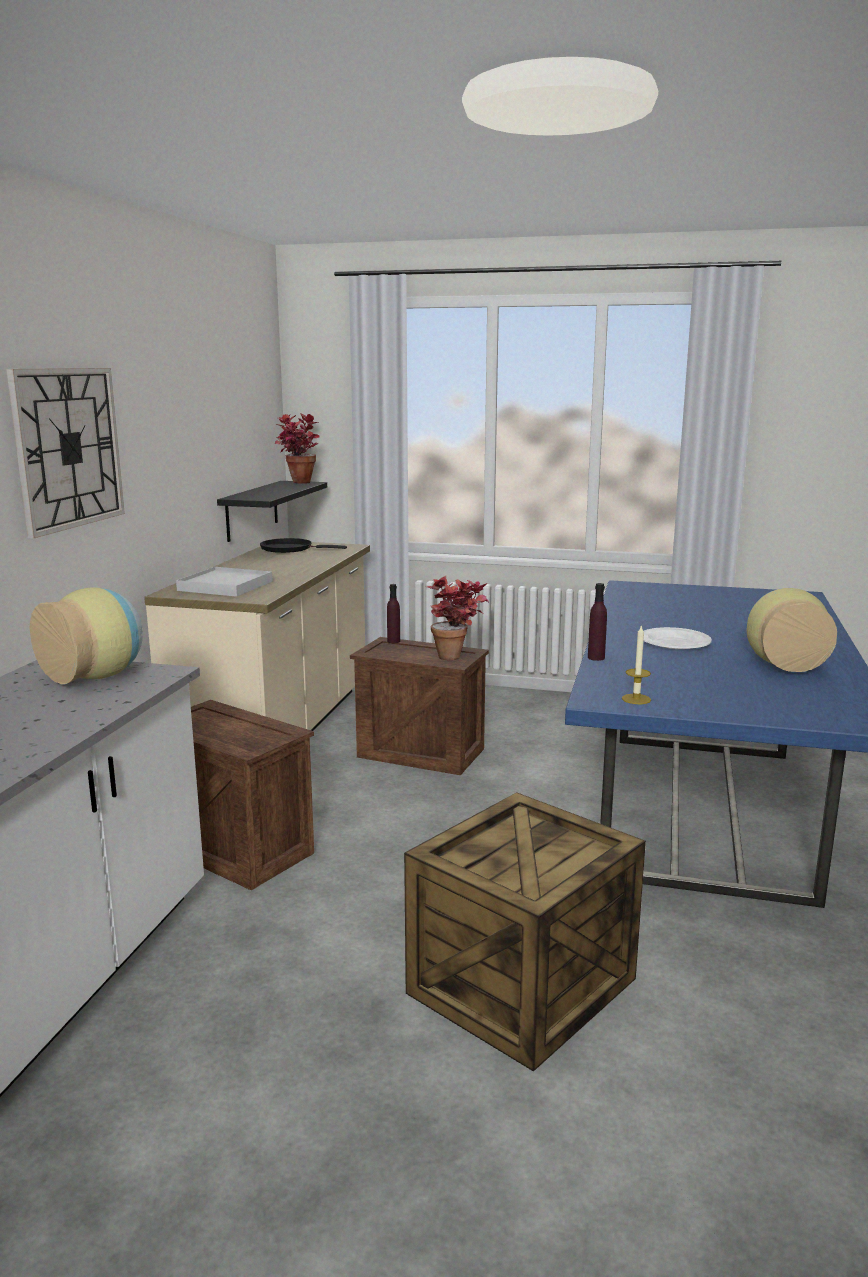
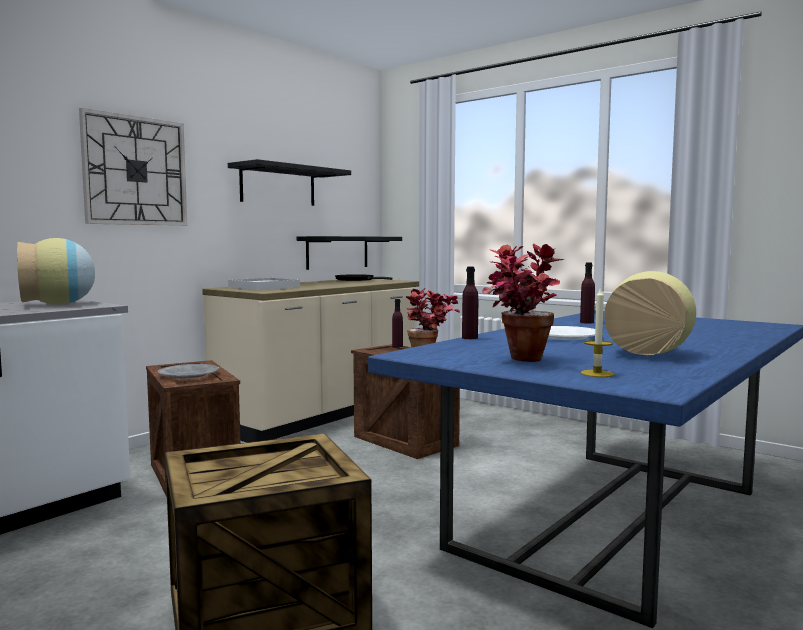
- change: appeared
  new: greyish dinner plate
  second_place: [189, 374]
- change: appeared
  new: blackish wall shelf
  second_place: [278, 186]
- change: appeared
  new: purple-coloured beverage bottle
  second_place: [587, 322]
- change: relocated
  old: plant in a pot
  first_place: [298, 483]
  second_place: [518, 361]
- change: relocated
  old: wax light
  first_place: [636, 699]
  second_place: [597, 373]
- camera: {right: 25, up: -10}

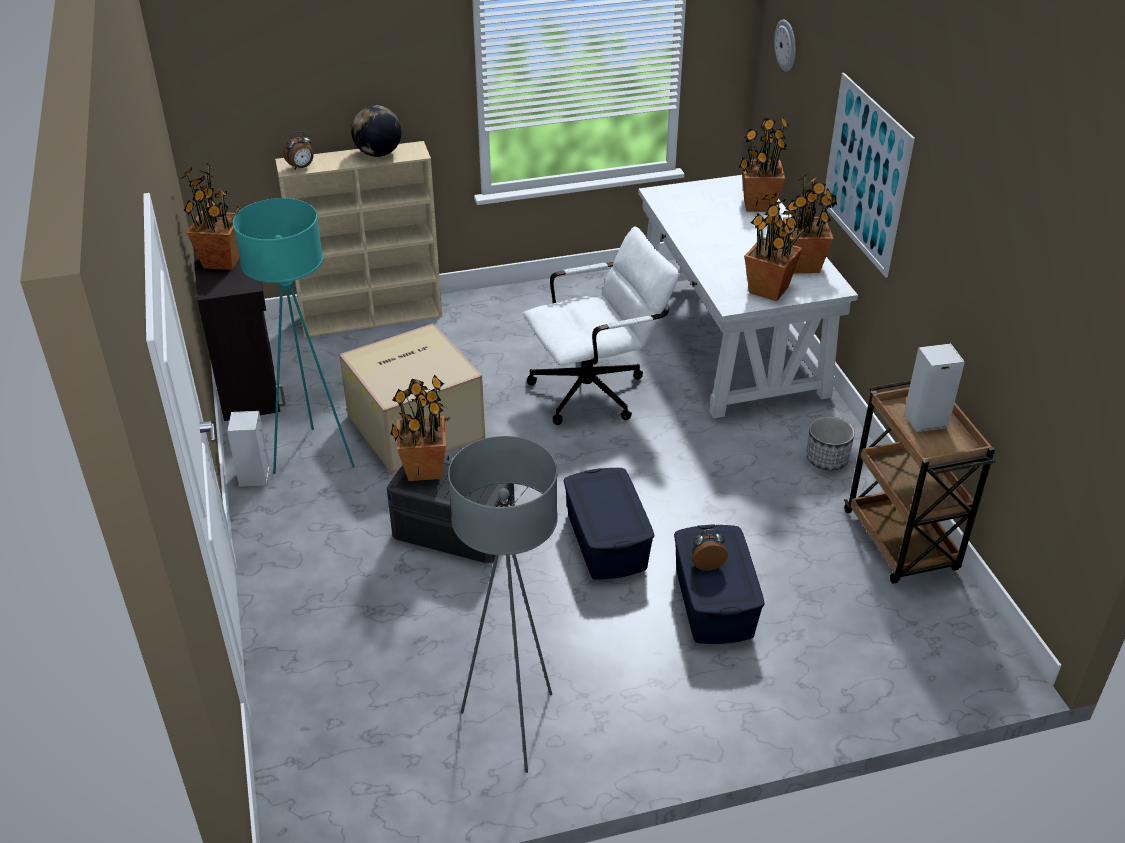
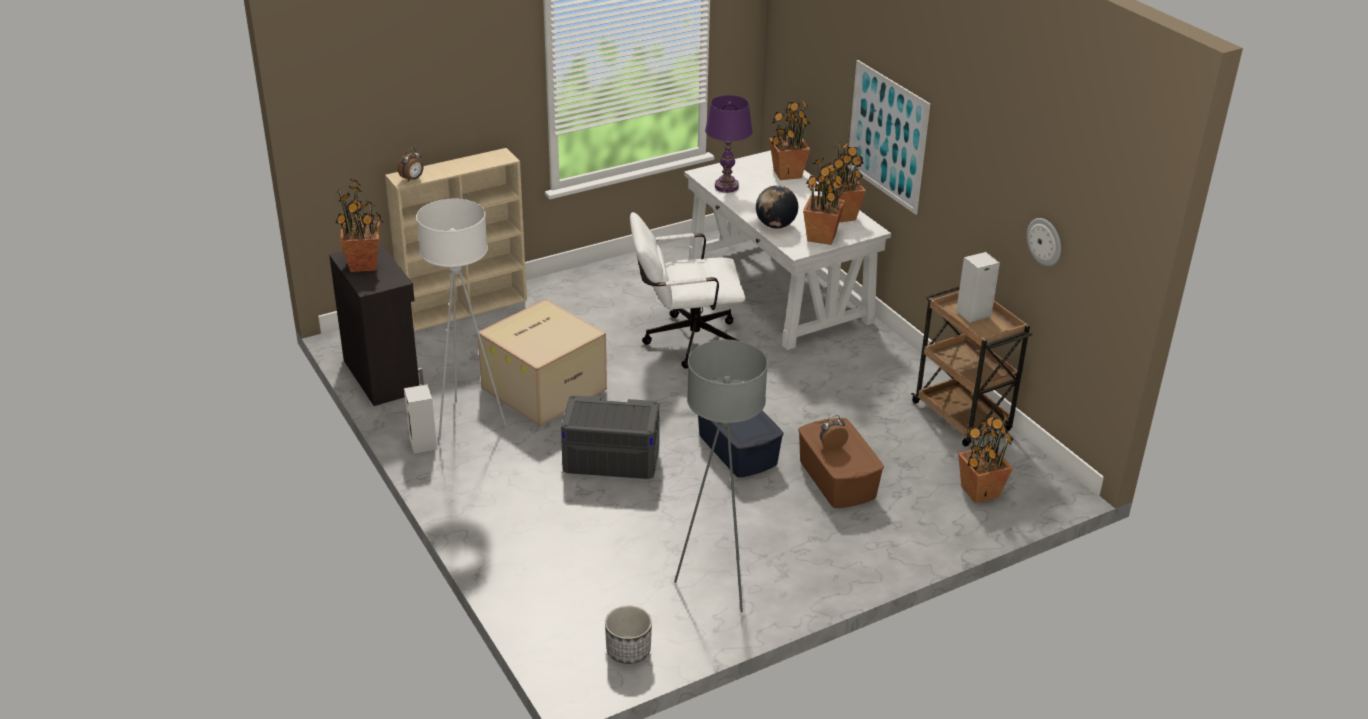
- change: appeared
  new: purple-coloured lamp for a table
  second_place: [726, 187]
- change: relocated
  old: world globe
  first_place: [378, 154]
  second_place: [775, 225]
- change: relocated
  old: plant in a pot
  first_place: [424, 468]
  second_place: [979, 492]
- change: relocated
  old: hanging clock
  first_place: [786, 45]
  second_place: [1045, 241]
- change: relocated
  old: plant pot
  first_place: [827, 459]
  second_place: [628, 650]
- change: colour
  old: turquoise standard lamp
  new: white standard lamp
  first_place: [314, 456]
  second_place: [468, 422]
- change: colour
  old: blue storage bin
  new: brown storage bin
  first_place: [713, 602]
  second_place: [836, 479]
- change: spun
  old: white office chair
  first_place: [597, 390]
  second_place: [684, 341]
  degrees: -150
- camera: {right: -15, up: -5}

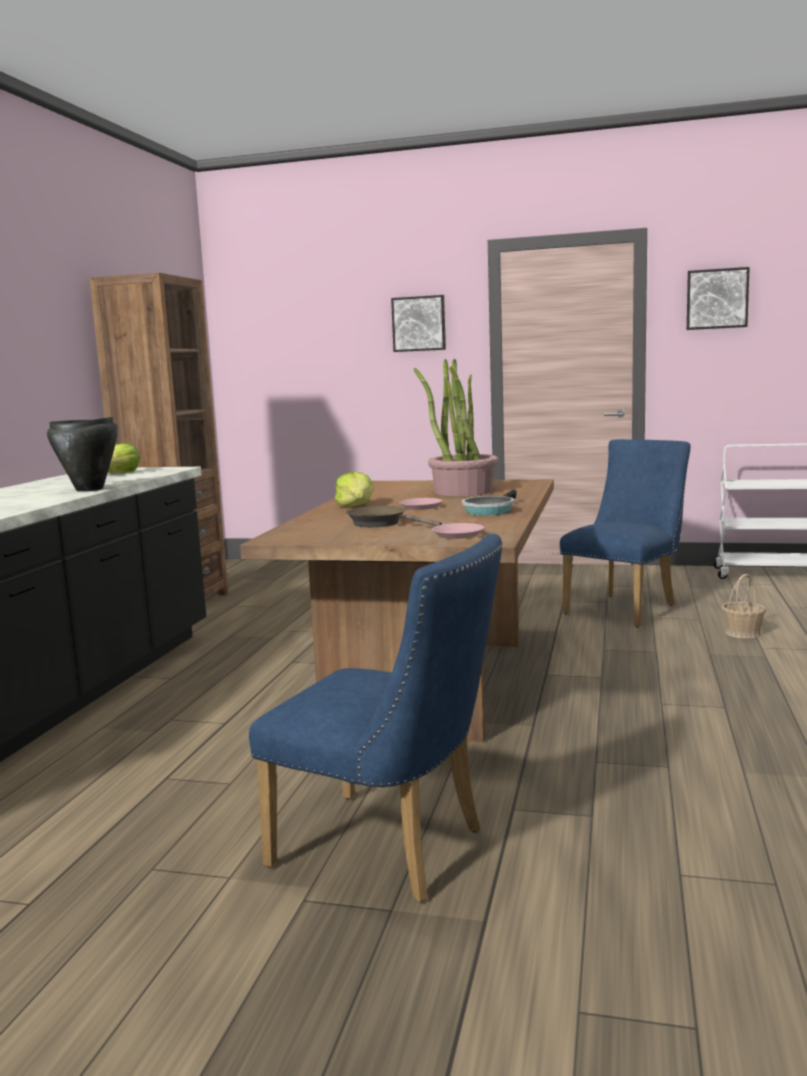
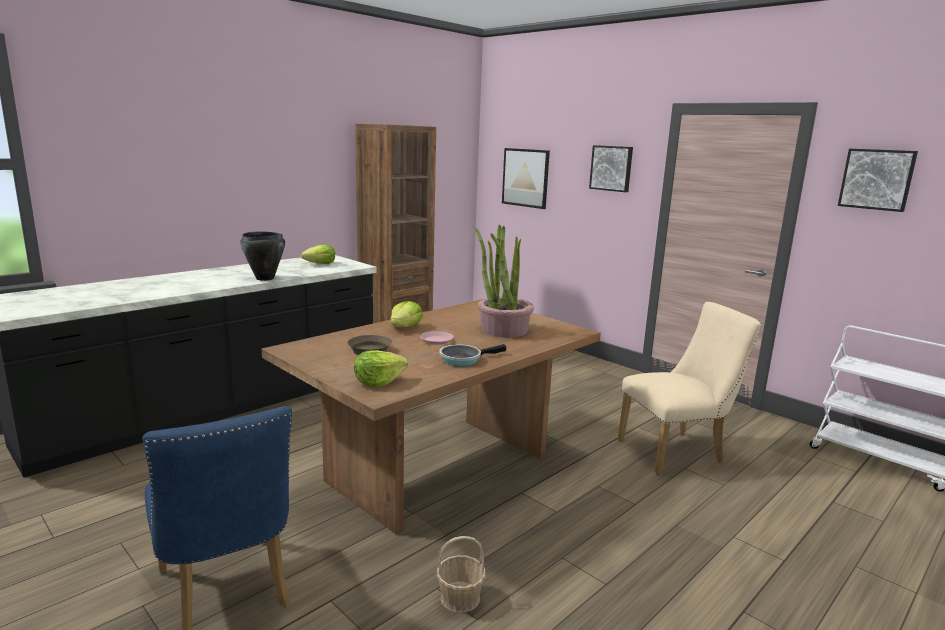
- change: appeared
  new: picture
  second_place: [525, 178]
- change: relocated
  old: basket
  first_place: [743, 633]
  second_place: [460, 598]
- change: exchanged
  old: pink dinner plate
  new: head of lettuce
  first_place: [458, 535]
  second_place: [378, 381]
- change: colour
  old: blue plain chair
  new: sand-coloured plain chair
  first_place: [626, 608]
  second_place: [677, 451]
- camera: {right: 30, up: 5}

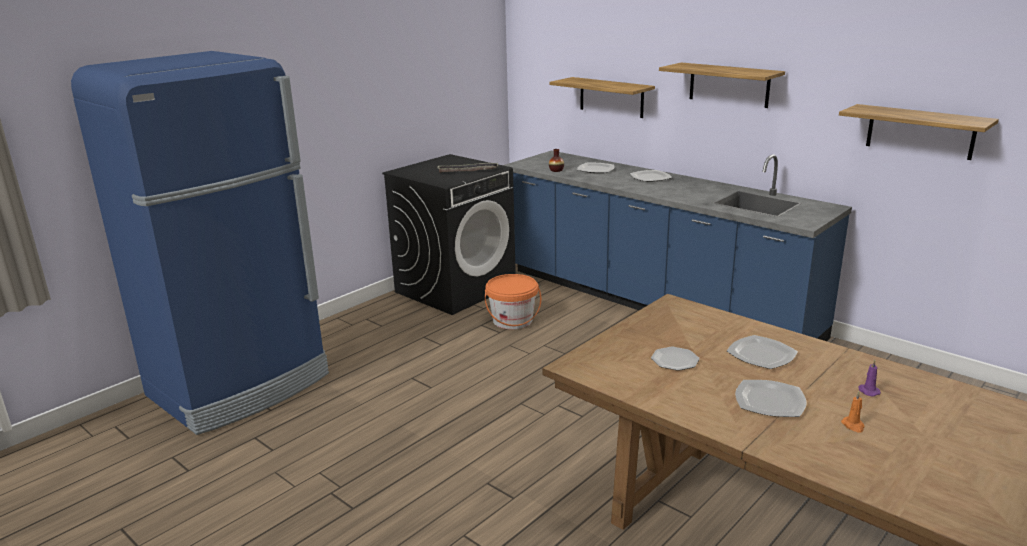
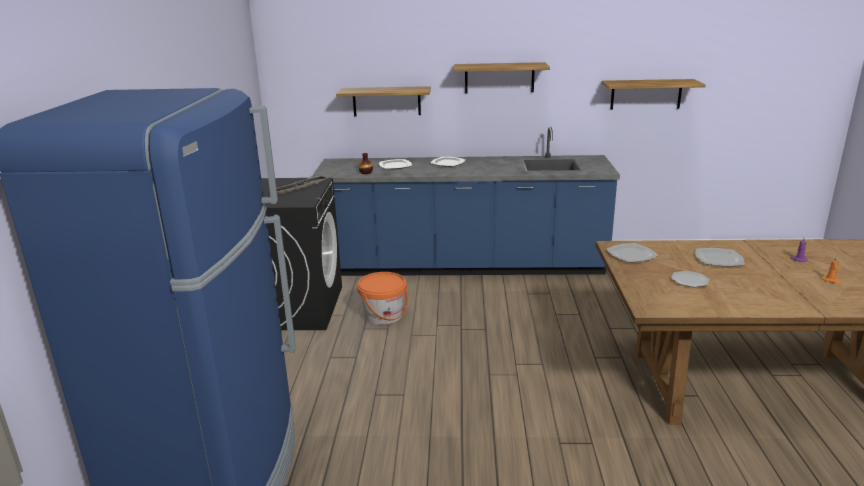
- change: relocated
  old: dinner plate
  first_place: [770, 401]
  second_place: [632, 255]
- camera: {right: -40, up: 0}

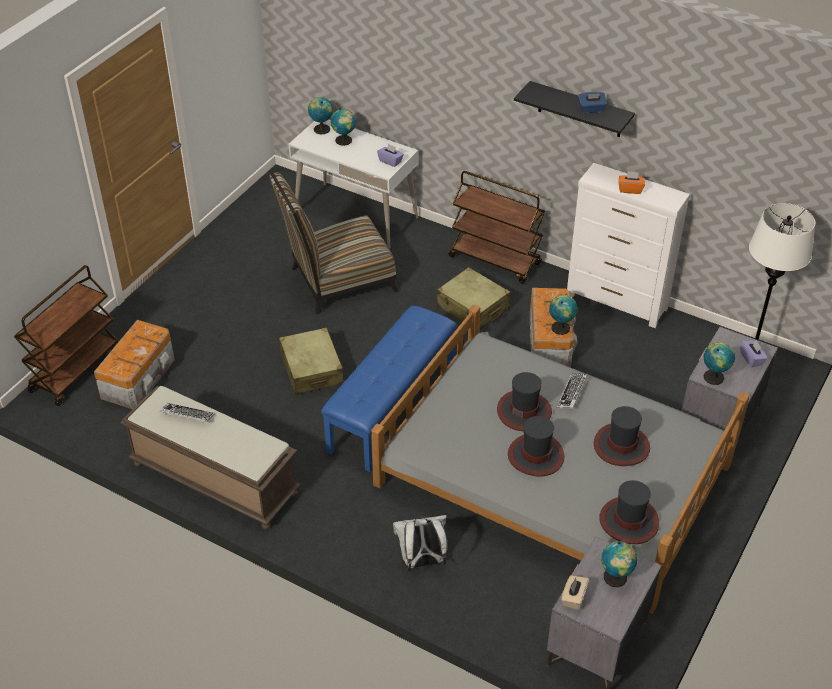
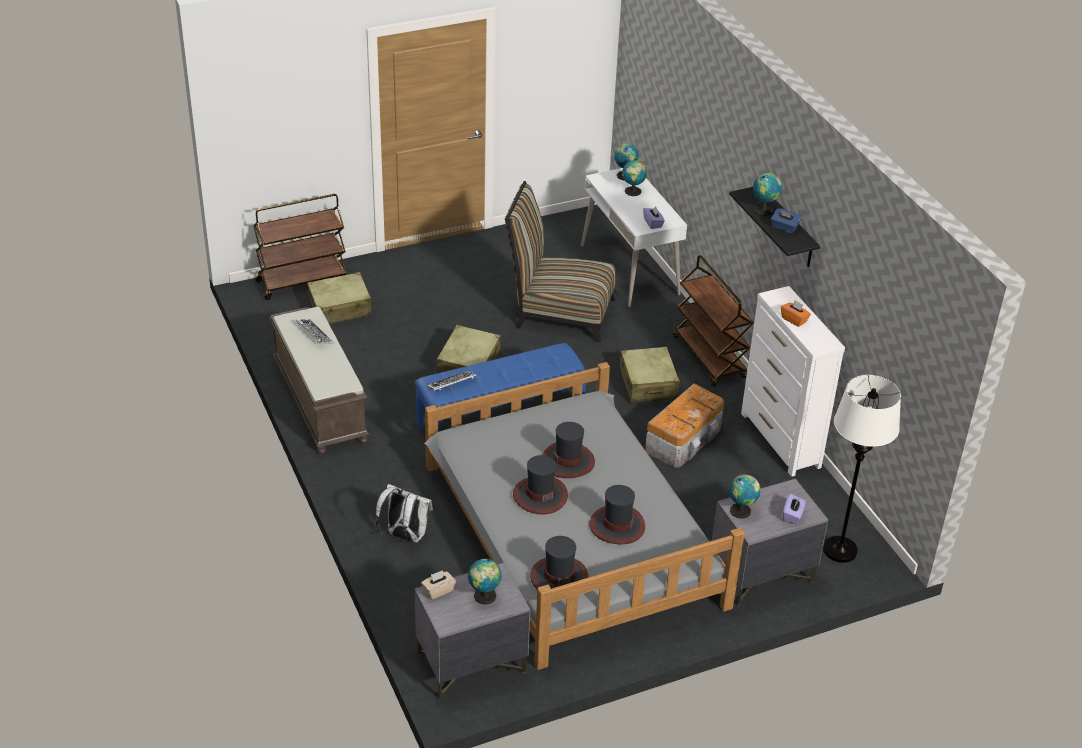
- change: relocated
  old: world globe
  first_place: [561, 327]
  second_place: [764, 209]
- change: relocated
  old: computer keyboard
  first_place: [572, 393]
  second_place: [451, 383]
- change: exchanged
  old: storage bin
  new: sand-coloured piece of luggage
  first_place: [140, 377]
  second_place: [340, 308]
- camera: {right: 35, up: -5}

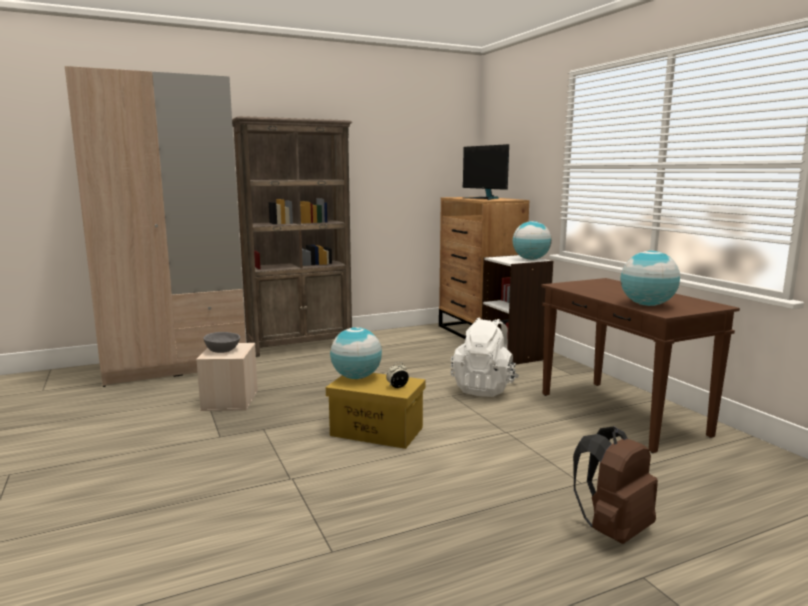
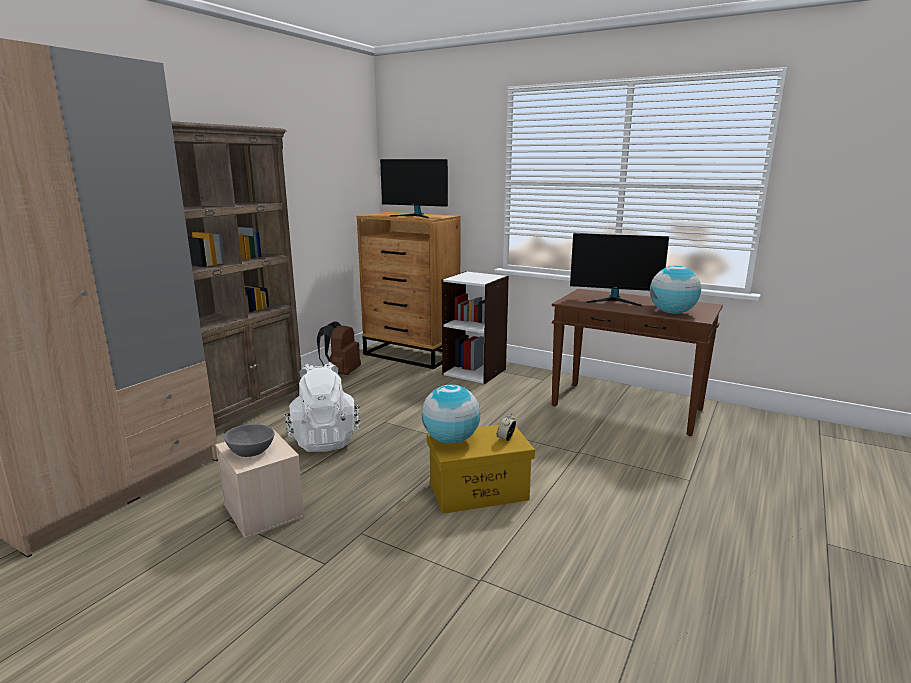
- change: missing
  old: world globe
  first_place: [530, 259]
- change: appeared
  new: computer display
  second_place: [614, 300]
- change: relocated
  old: white rucksack
  first_place: [484, 388]
  second_place: [324, 439]
- change: relocated
  old: brown rucksack
  first_place: [613, 530]
  second_place: [342, 373]
- camera: {right: -35, up: 5}

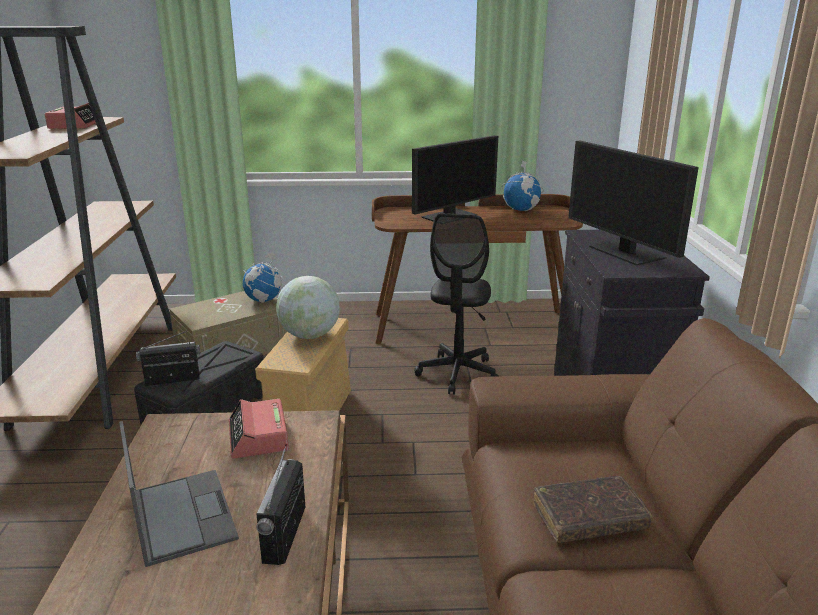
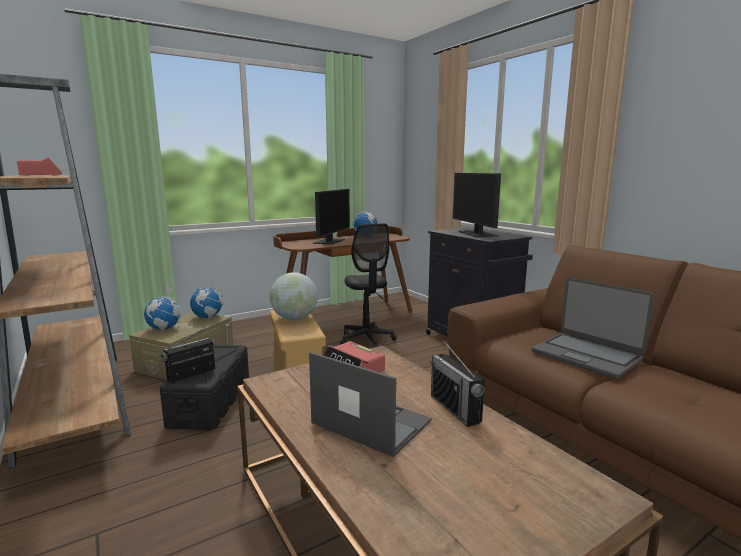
- change: appeared
  new: world globe
  second_place: [165, 328]
- change: exchanged
  old: brown volume
  new: laptop
  first_place: [589, 518]
  second_place: [586, 356]
- change: spun
  old: computer display
  first_place: [627, 252]
  second_place: [478, 234]
  degrees: 45
- camera: {right: -30, up: -10}

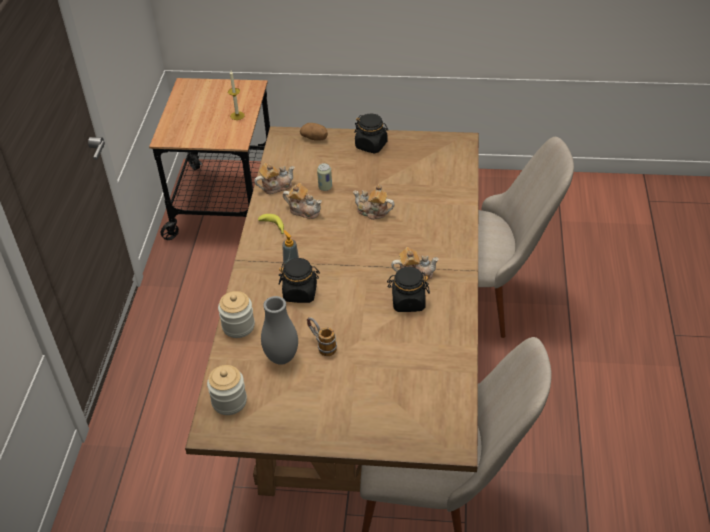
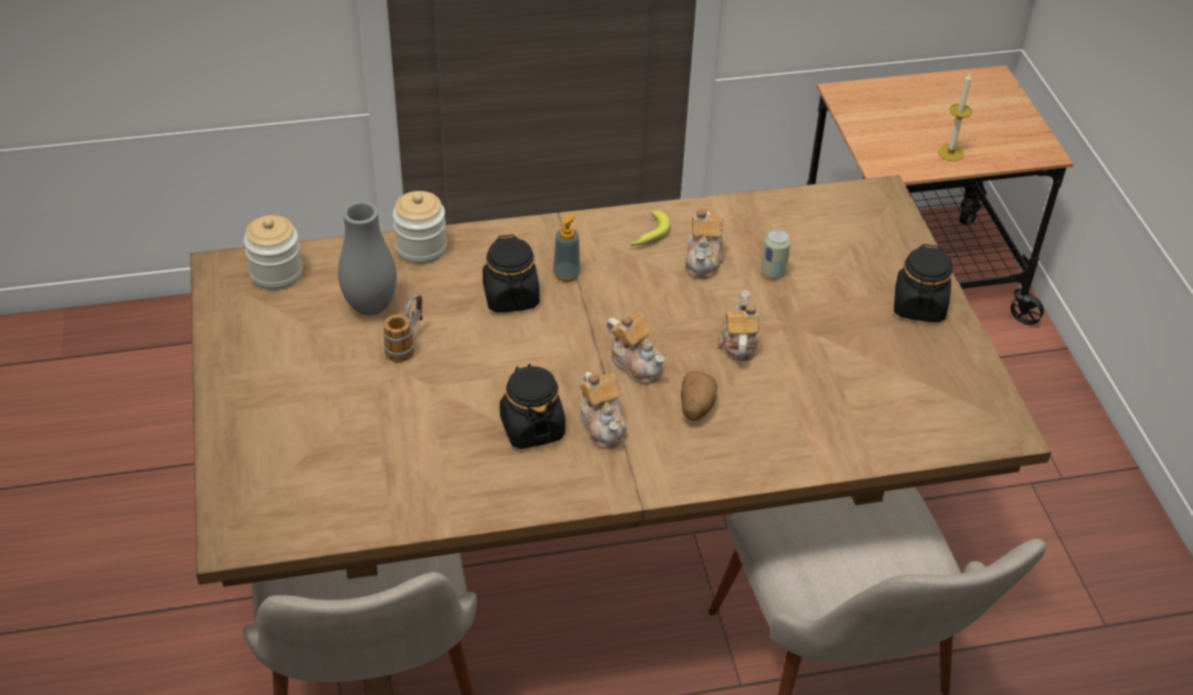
- change: relocated
  old: tea pot
  first_place: [275, 186]
  second_place: [636, 363]
- change: relocated
  old: potato
  first_place: [315, 138]
  second_place: [696, 407]
- camera: {right: 70, up: 0}

